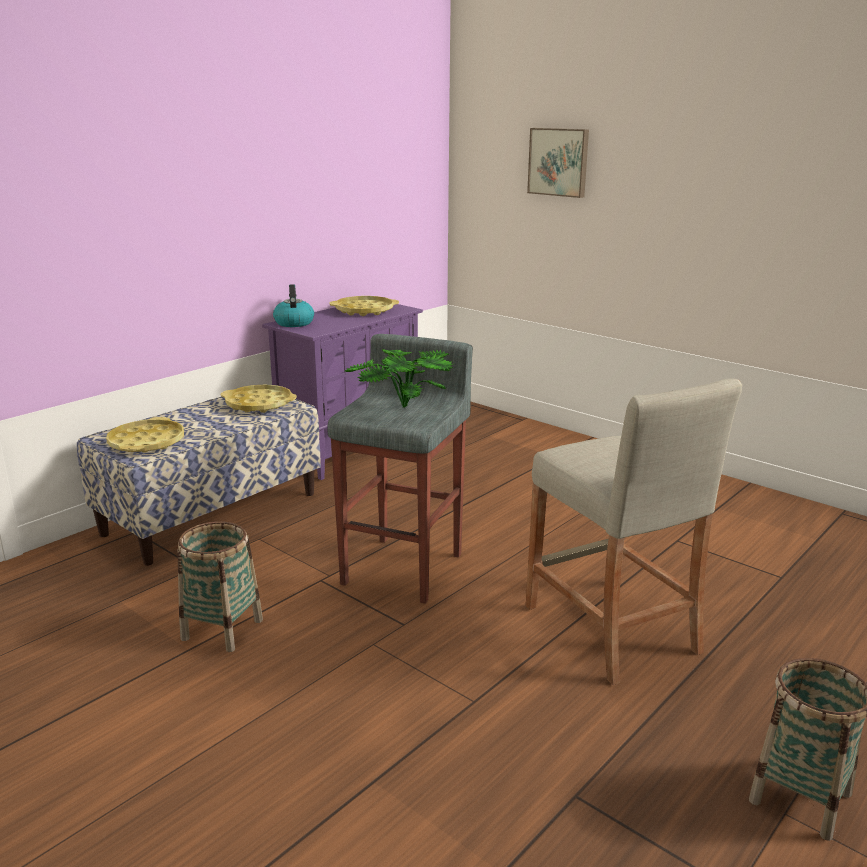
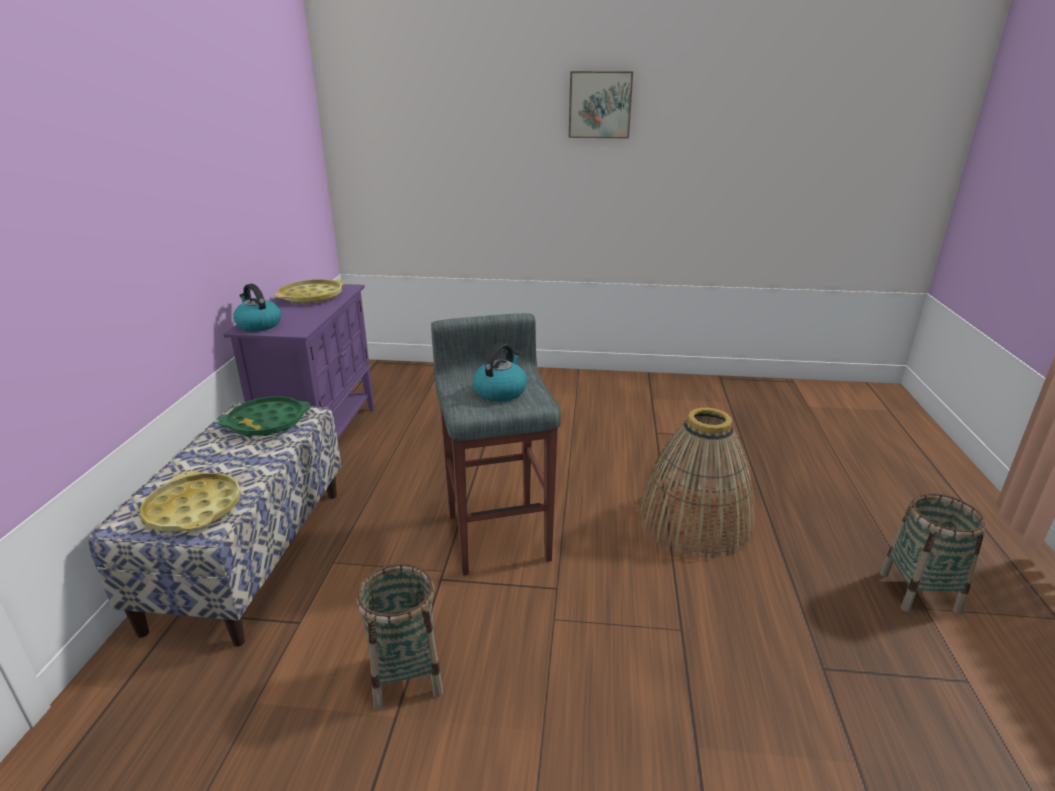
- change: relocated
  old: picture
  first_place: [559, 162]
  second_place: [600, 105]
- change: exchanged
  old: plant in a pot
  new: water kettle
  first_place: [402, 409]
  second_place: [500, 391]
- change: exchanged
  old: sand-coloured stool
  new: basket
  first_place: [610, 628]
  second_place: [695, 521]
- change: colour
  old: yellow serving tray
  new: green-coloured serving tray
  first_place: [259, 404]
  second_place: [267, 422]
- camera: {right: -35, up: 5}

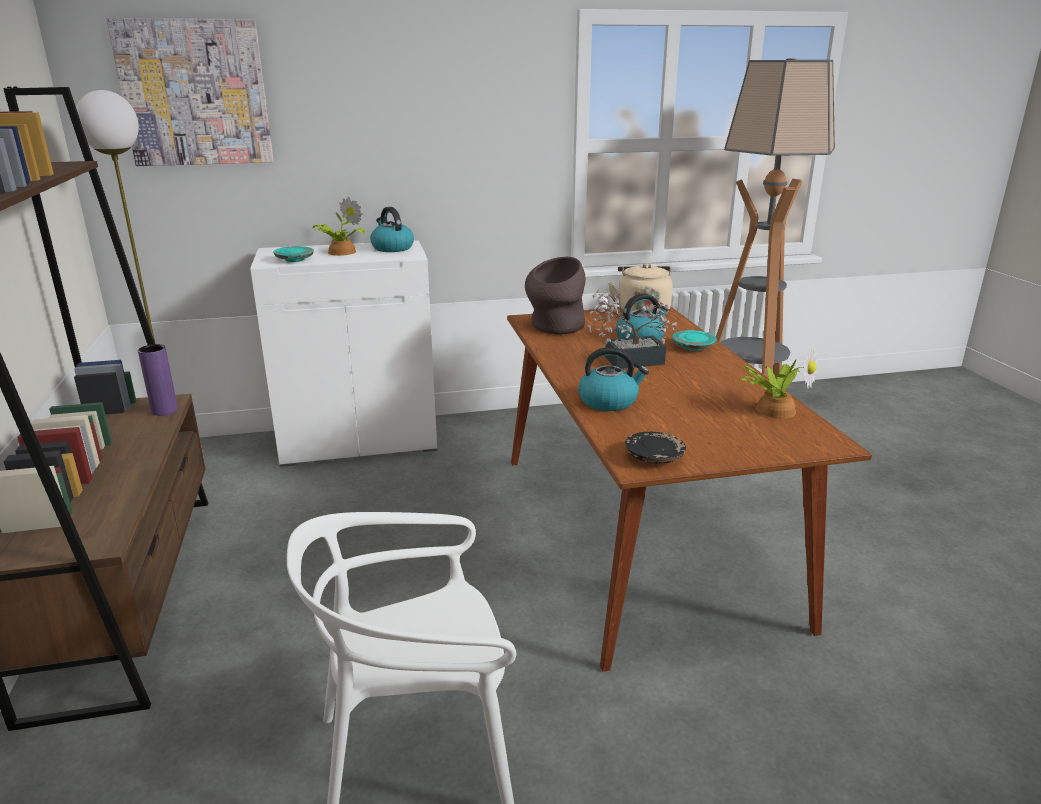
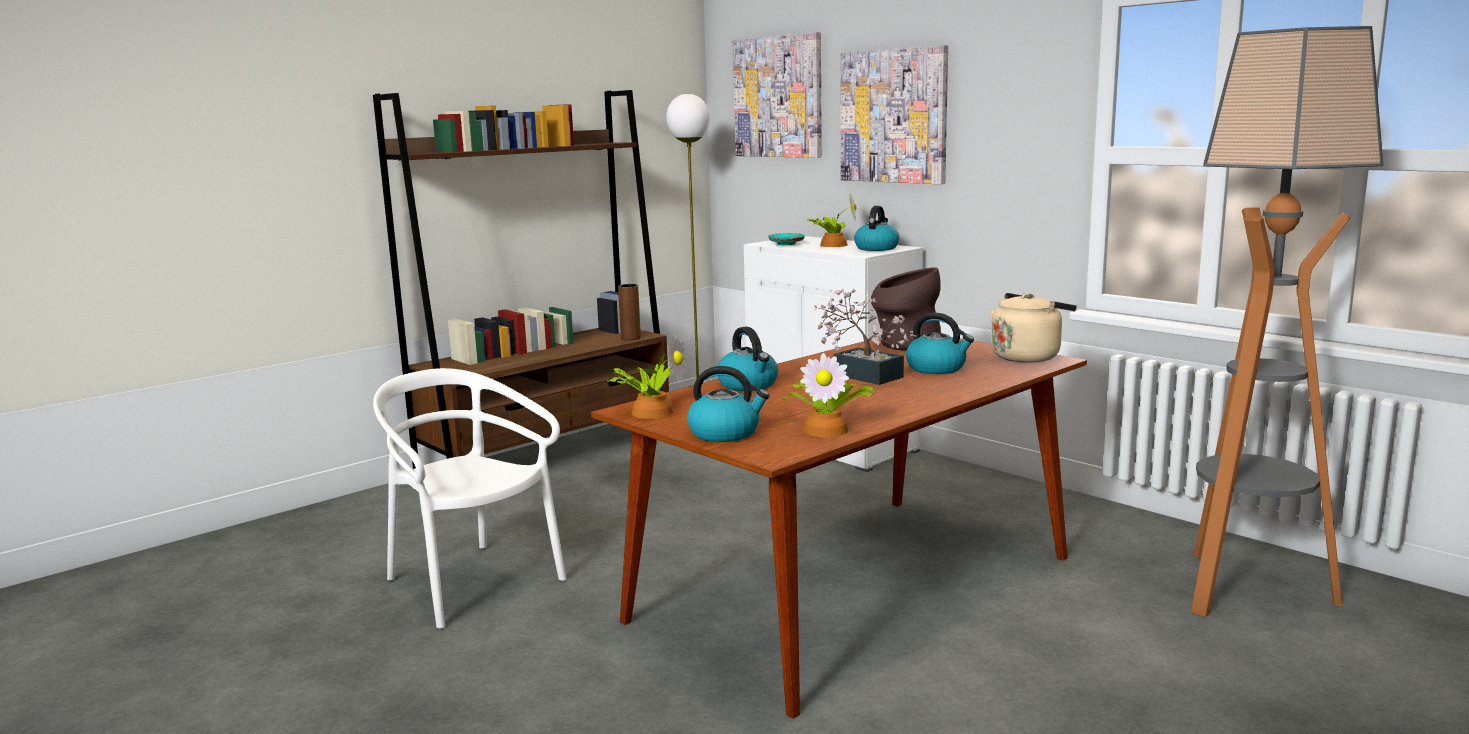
- change: missing
  old: turquoise dinner plate
  first_place: [693, 347]
- change: appeared
  new: water kettle
  second_place: [725, 433]
- change: appeared
  new: picture
  second_place: [894, 116]
- change: exchanged
  old: blackish dinner plate
  new: plant in a pot
  first_place: [654, 457]
  second_place: [651, 411]
- change: colour
  old: purple-coloured flower vase
  new: brown flower vase
  first_place: [164, 411]
  second_place: [630, 338]
- camera: {right: 60, up: -10}

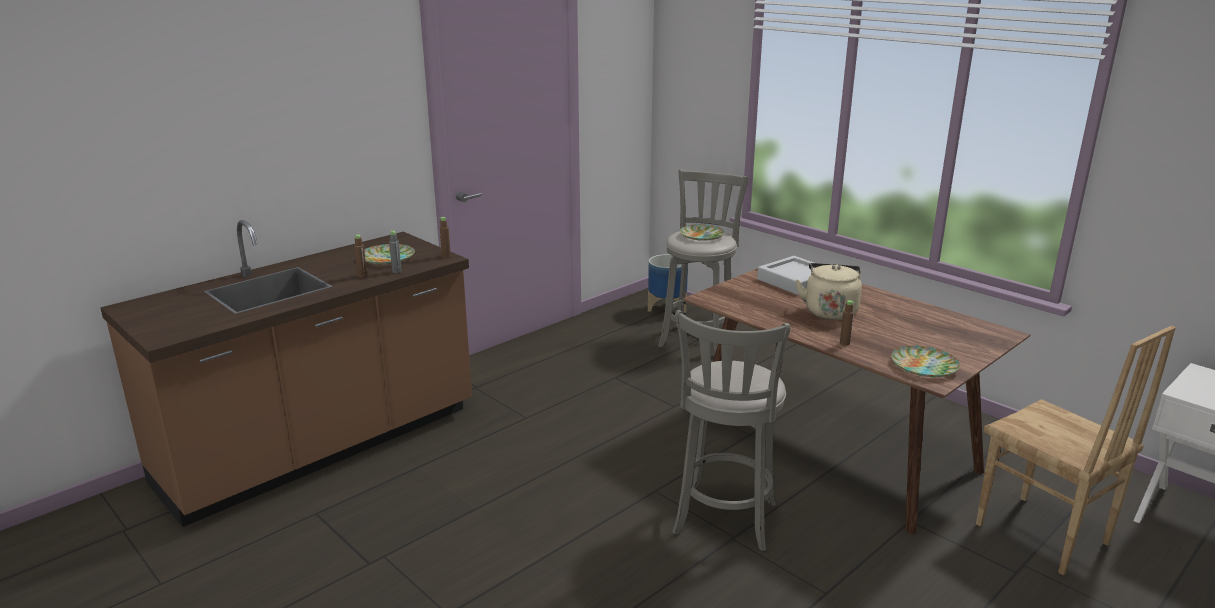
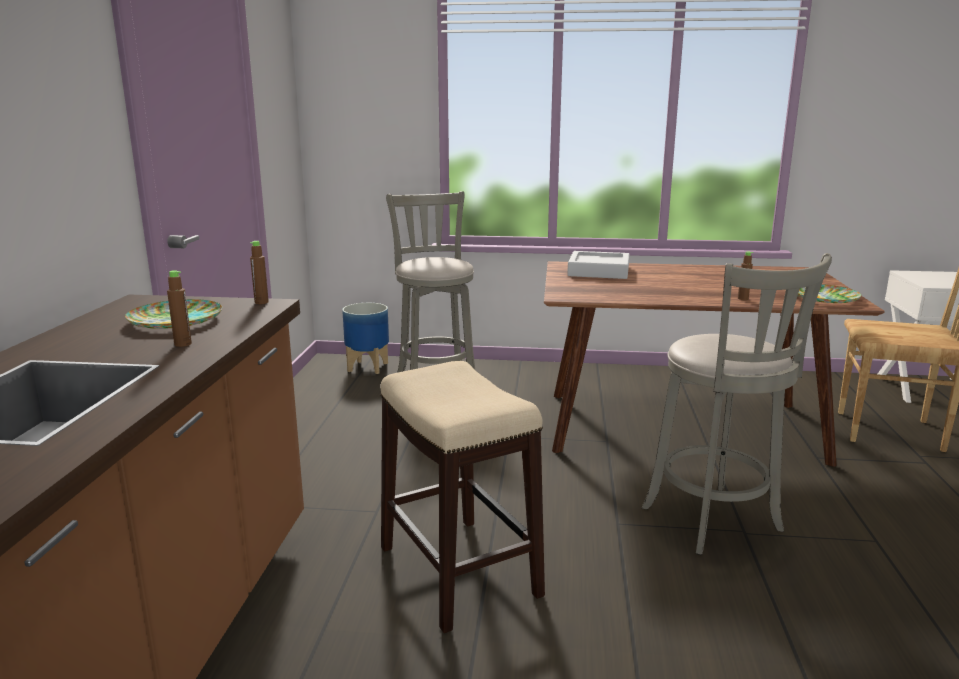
- change: missing
  old: greyish beverage bottle
  first_place: [396, 271]
- change: missing
  old: dinner plate
  first_place: [702, 236]
- change: missing
  old: sand-coloured water kettle
  first_place: [830, 311]
- change: appeared
  new: stool
  second_place: [457, 570]
- camera: {right: -40, up: -5}

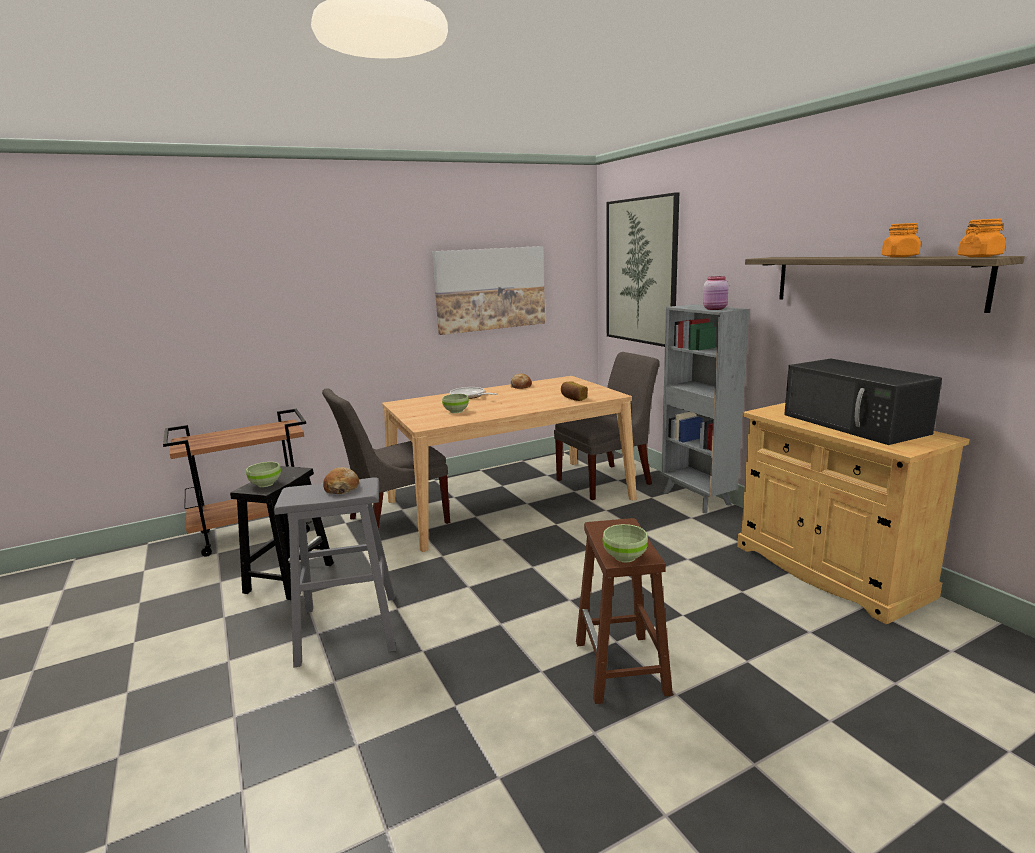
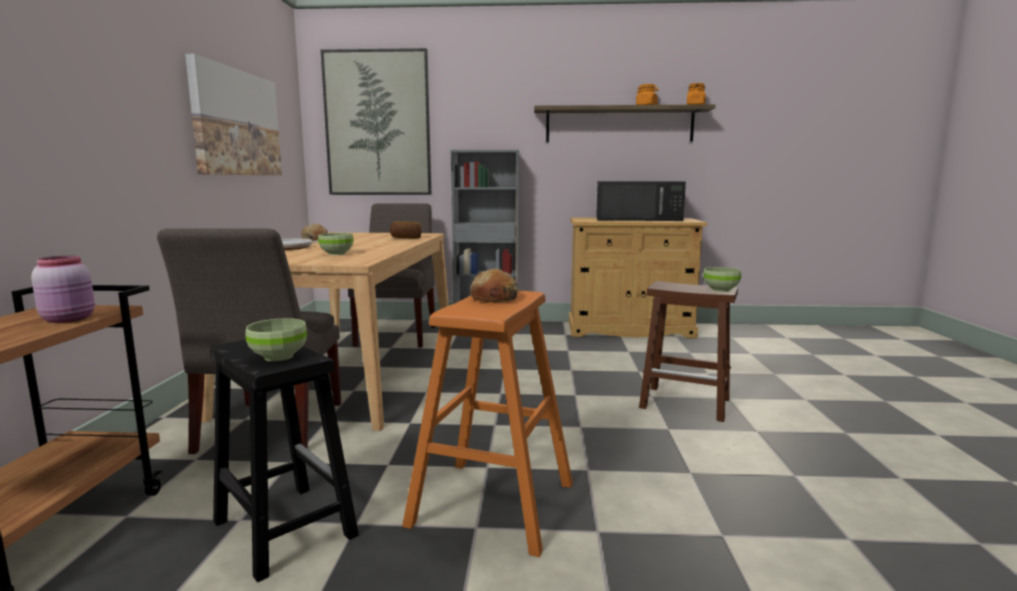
- change: relocated
  old: pink storage jar
  first_place: [715, 309]
  second_place: [70, 319]
- change: colour
  old: greyish stool
  new: orangey stool
  first_place: [349, 628]
  second_place: [493, 503]
- camera: {right: -60, up: -5}

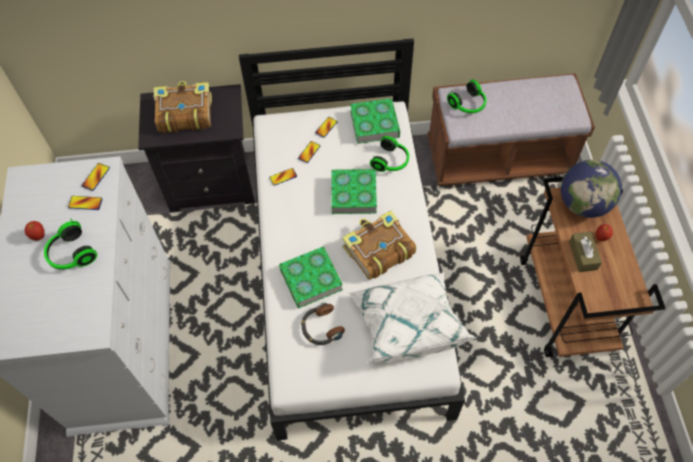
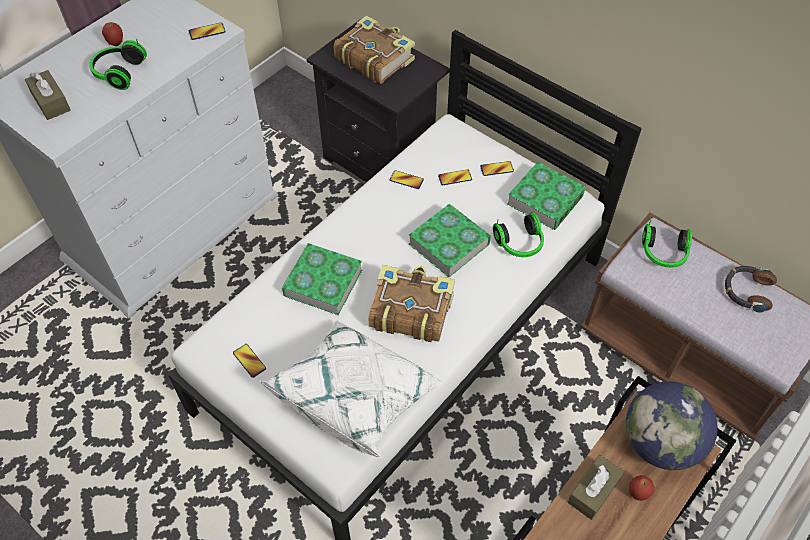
- change: appeared
  new: brown tissue box
  second_place: [51, 102]
- change: relocated
  old: telephone
  first_place: [85, 203]
  second_place: [249, 361]
- change: relocated
  old: headset
  first_place: [321, 327]
  second_place: [747, 291]
- camera: {right: 45, up: -5}

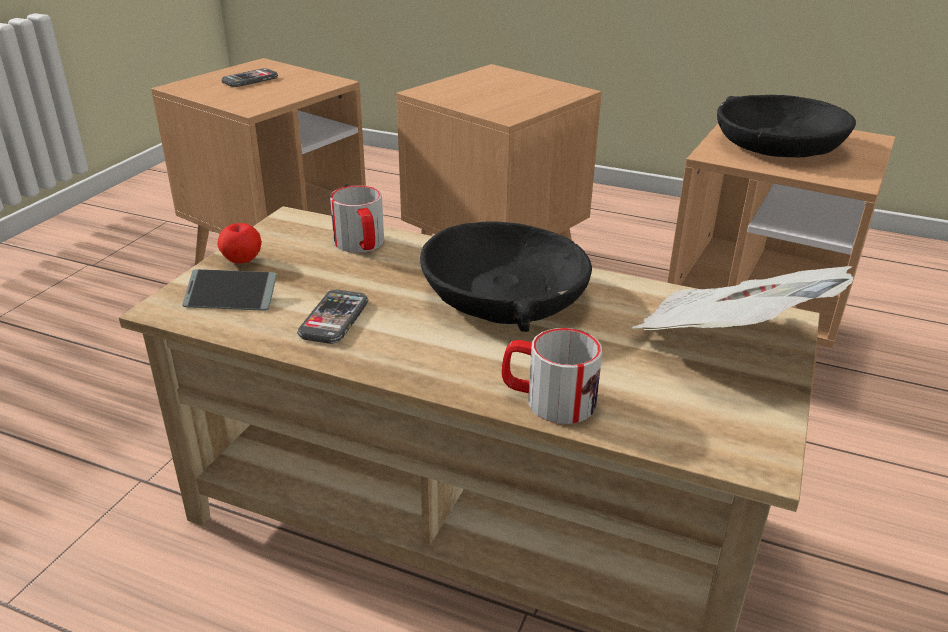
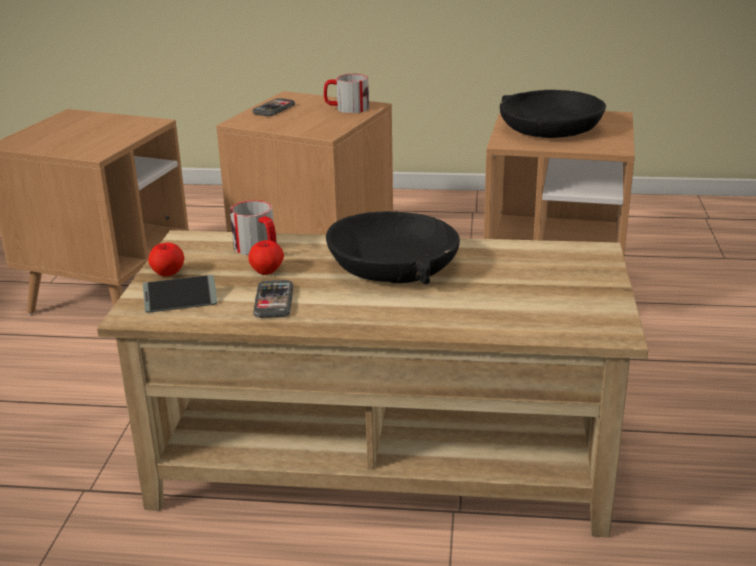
- change: missing
  old: printed paper
  first_place: [726, 343]
- change: appeared
  new: apple fruit
  second_place: [267, 272]
- change: relocated
  old: telephone
  first_place: [250, 80]
  second_place: [274, 109]
- change: relocated
  old: mug
  first_place: [548, 400]
  second_place: [346, 108]
- camera: {right: -15, up: -5}

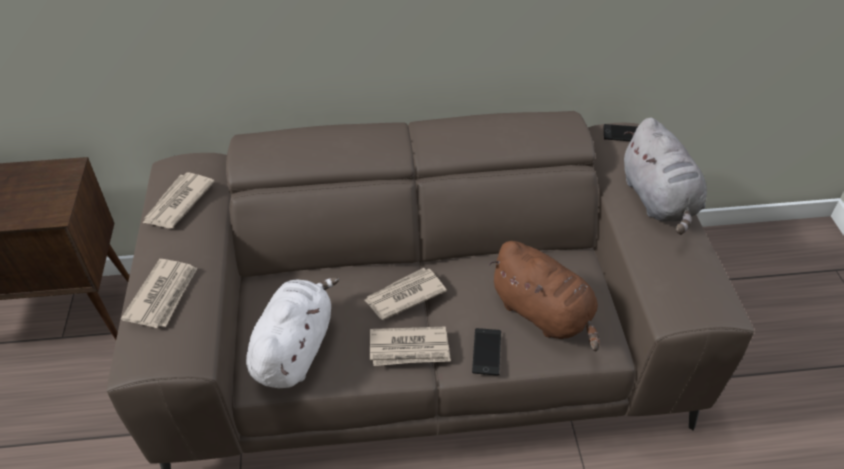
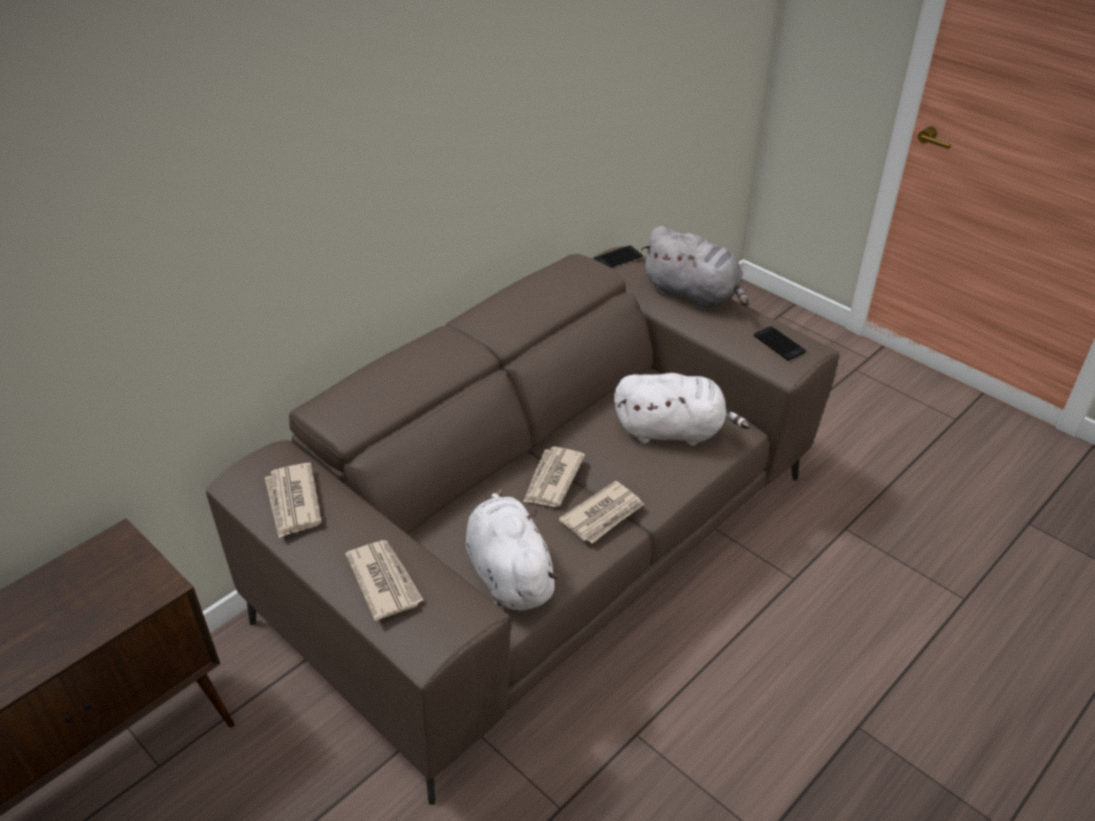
- change: relocated
  old: telephone
  first_place: [486, 352]
  second_place: [779, 344]
- change: colour
  old: brown soft toy
  new: white soft toy
  first_place: [544, 314]
  second_place: [673, 431]
- camera: {right: -40, up: -5}

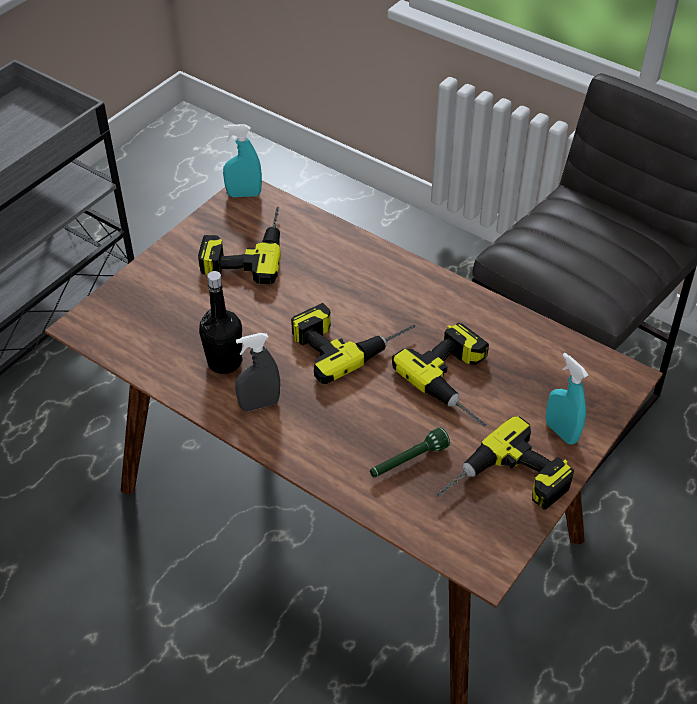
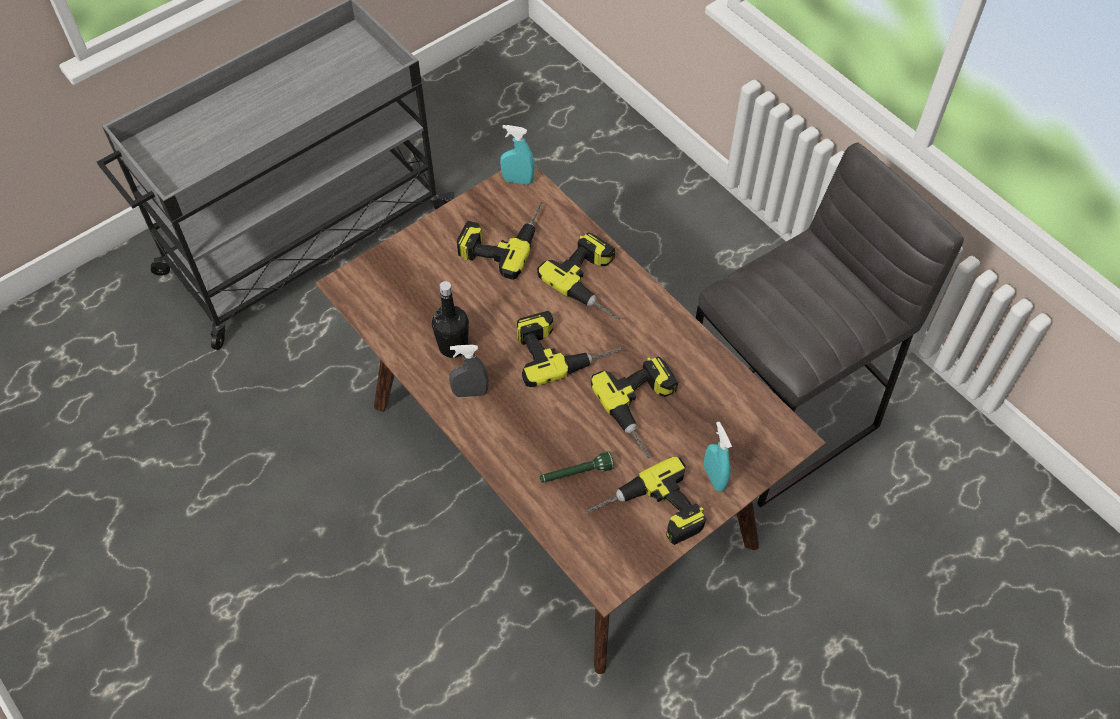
- change: appeared
  new: power drill
  second_place: [595, 282]
- camera: {right: 15, up: 10}

